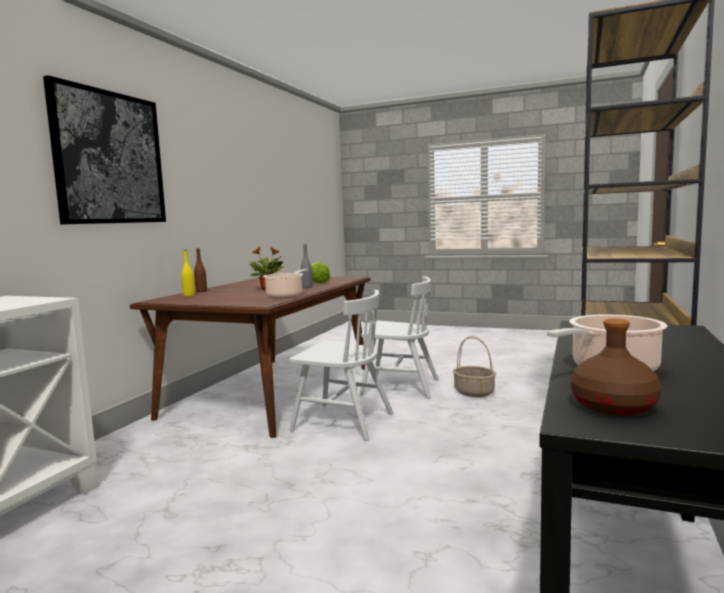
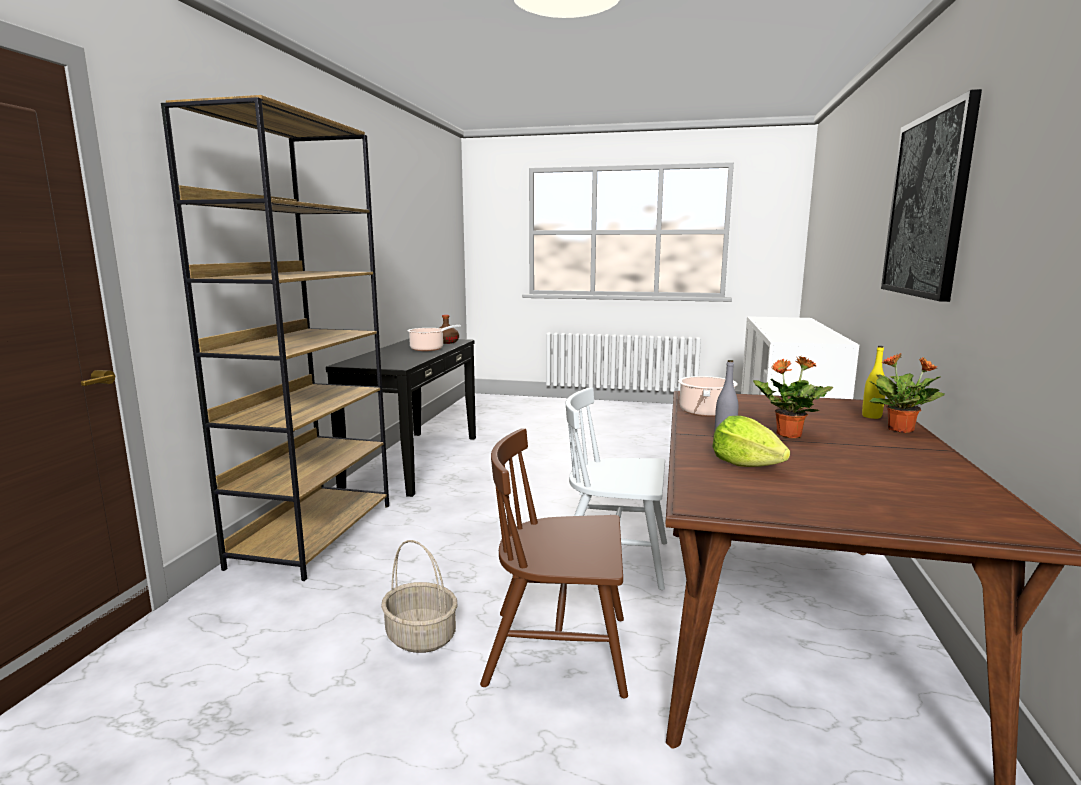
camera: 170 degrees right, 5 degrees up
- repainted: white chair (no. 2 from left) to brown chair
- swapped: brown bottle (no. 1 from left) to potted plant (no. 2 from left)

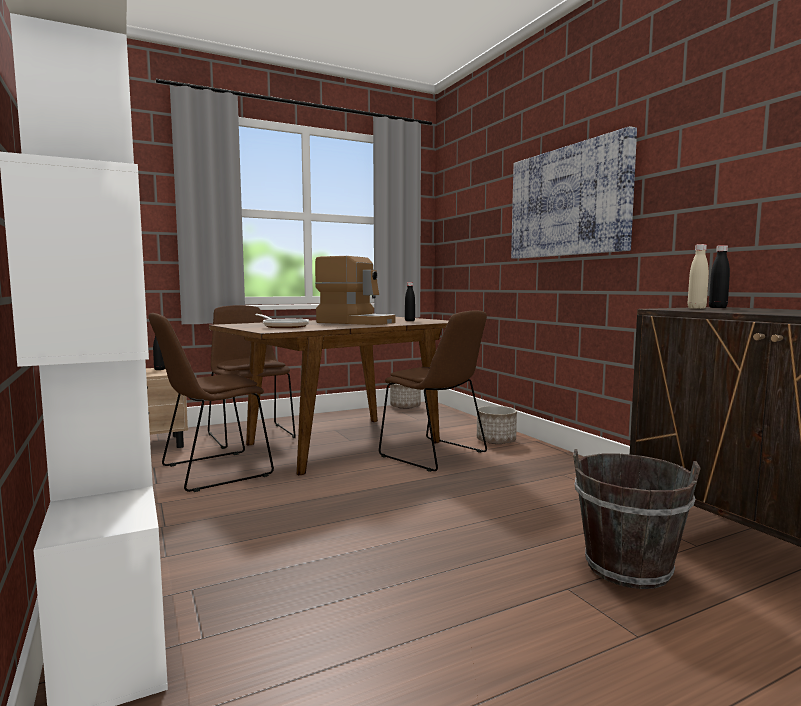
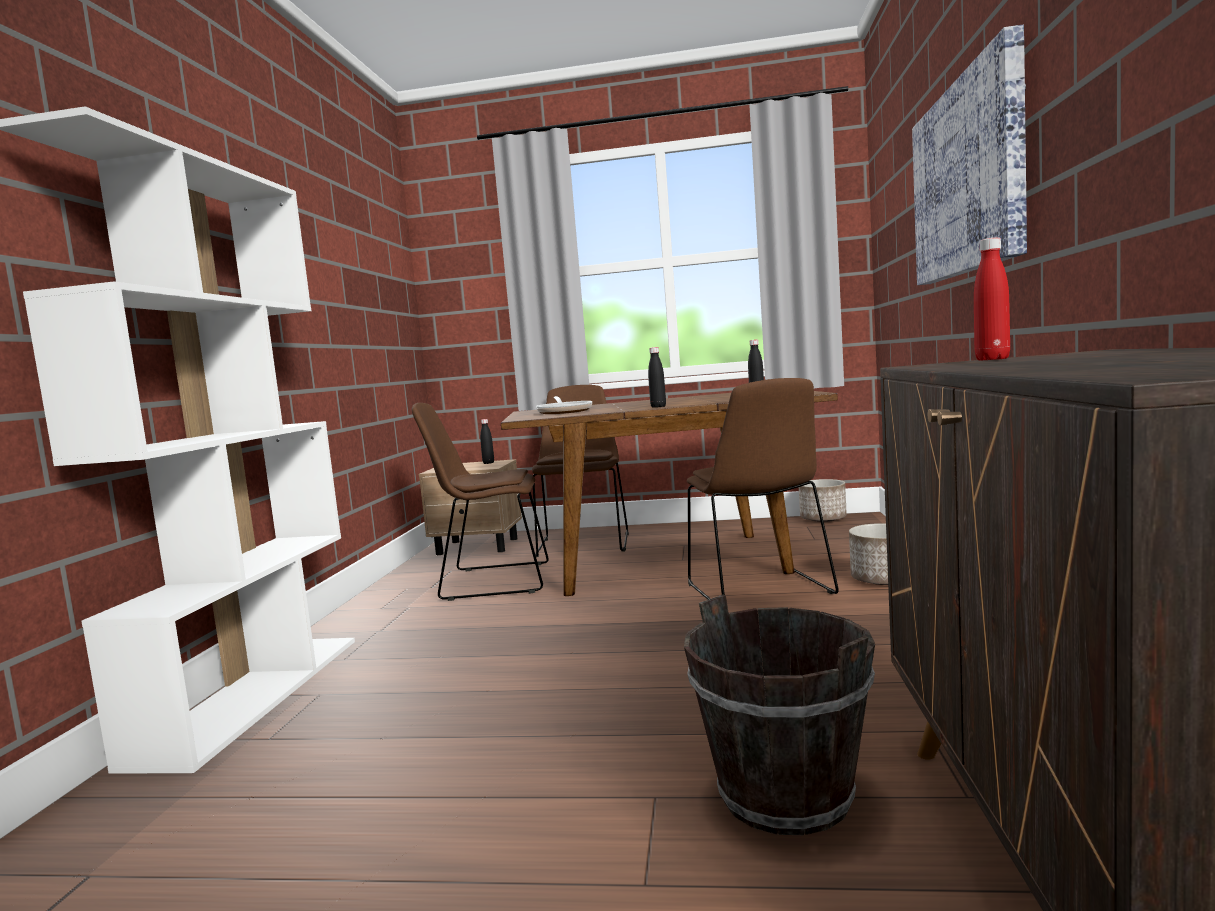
camera: 35 degrees right, 0 degrees up
- shifted: black bottle (no. 3 from left in the first image) to black bottle (no. 2 from left)
- repainted: beige bottle to red bottle
- gone: coffee machine

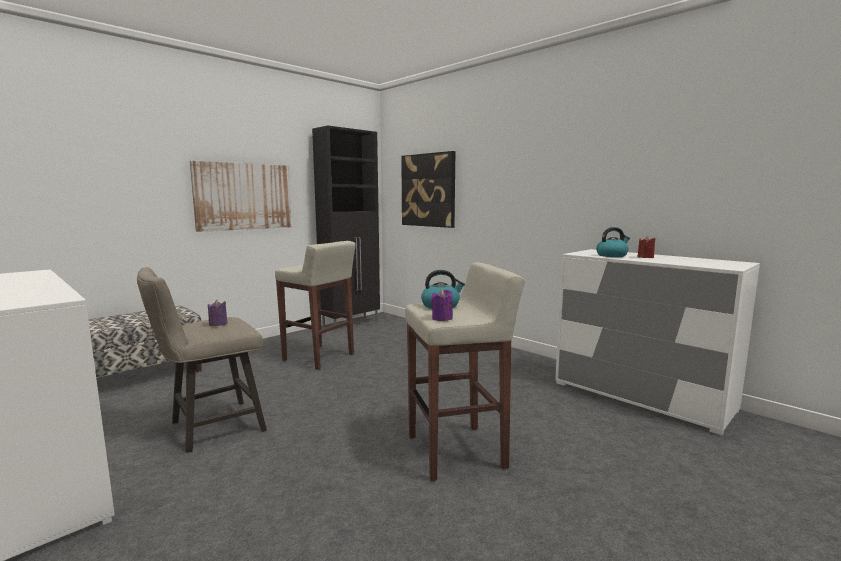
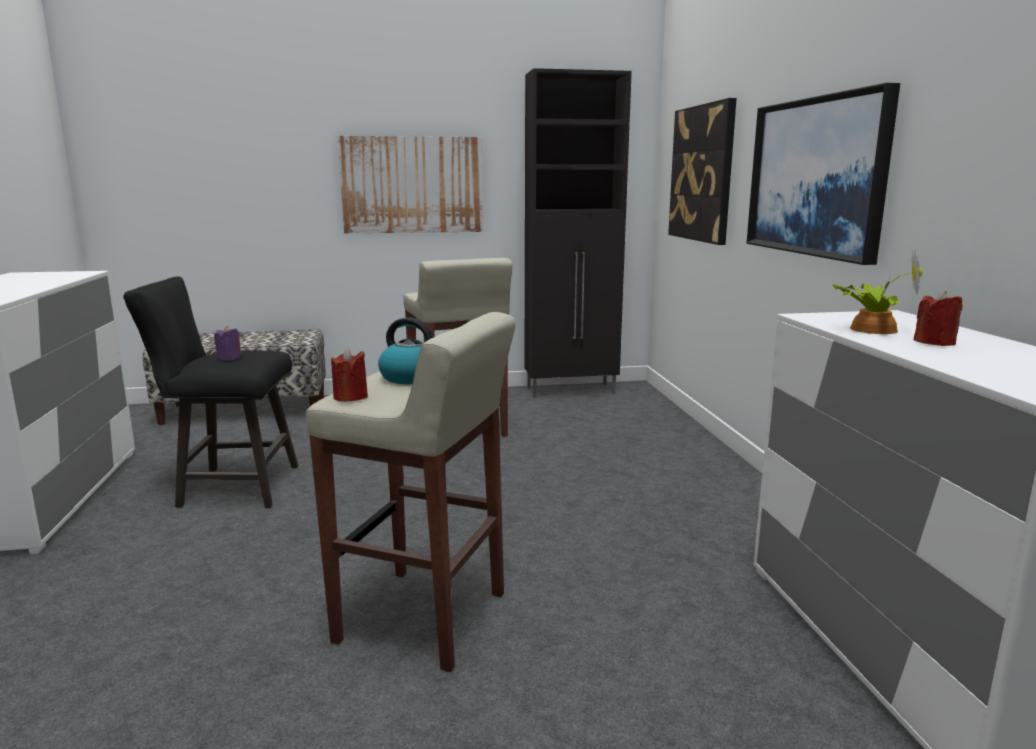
camera: 35 degrees right, 5 degrees up
- repainted: beige stool (no. 1 from left) to black stool
- repainted: purple candle (no. 2 from left) to red candle (no. 1 from left)
- new: picture (no. 3 from left)
- swapped: kettle (no. 2 from left) to potted plant

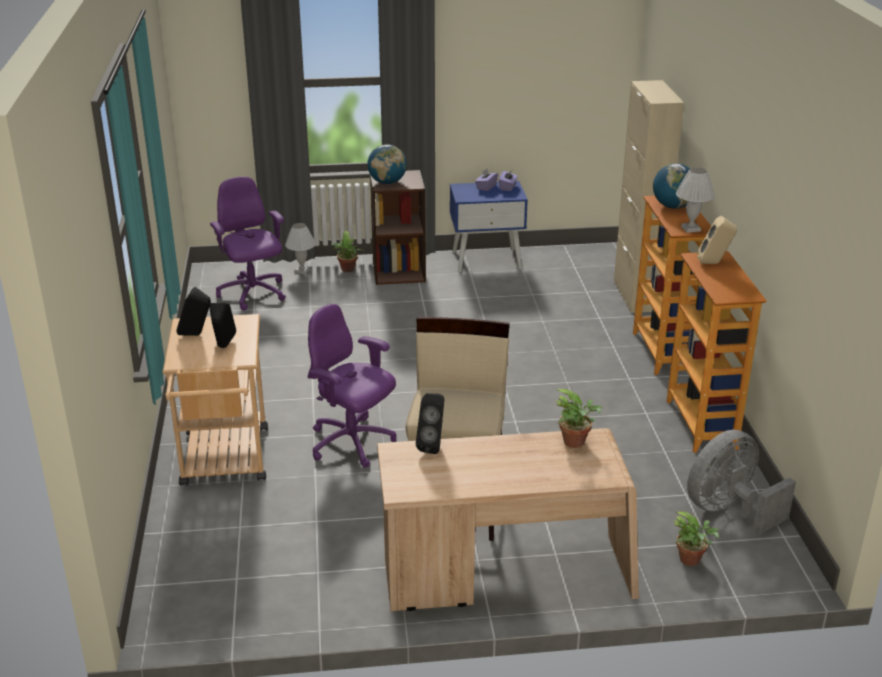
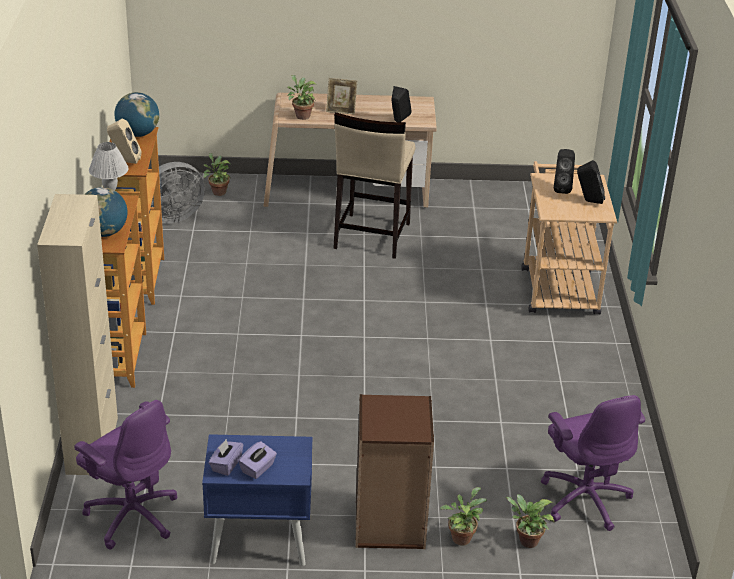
camera: 175 degrees left, 5 degrees up
- shifted: purple office chair (no. 2 from left in the first image) to purple office chair (no. 1 from left)
- shifted: globe (no. 1 from left in the first image) to globe (no. 2 from left)
- new: picture frame
- swapped: white table lamp (no. 1 from left) to potted plant (no. 4 from left)

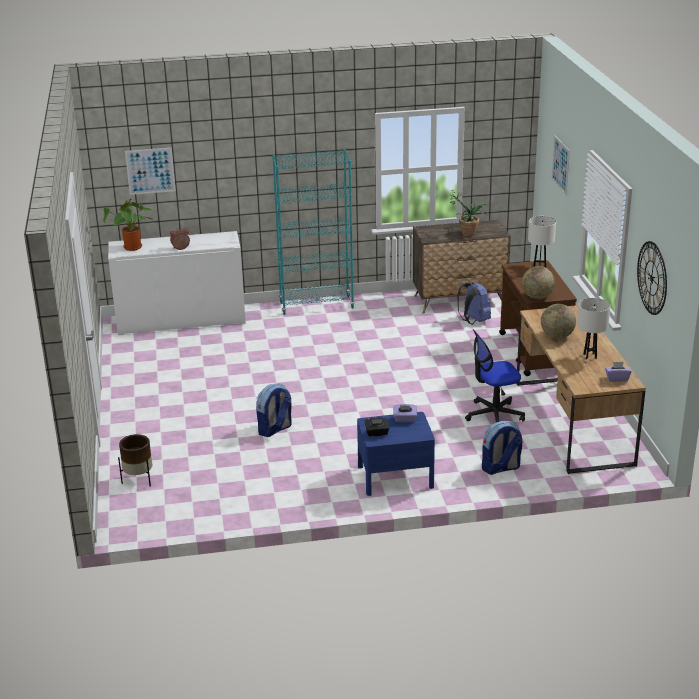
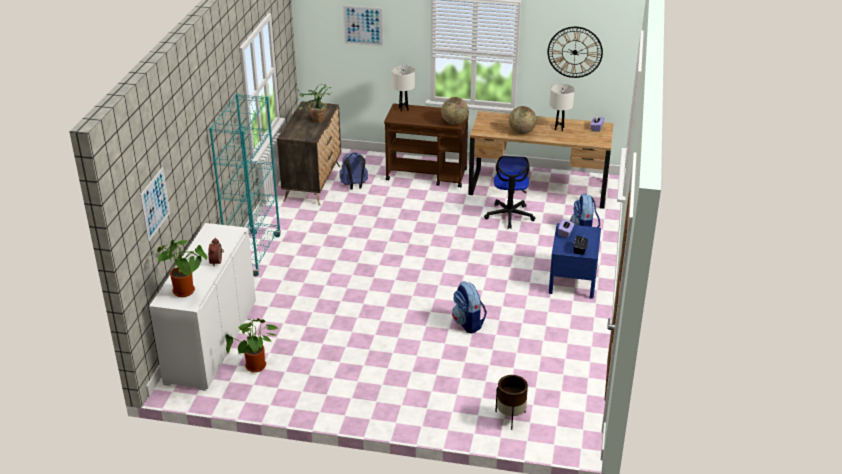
camera: 70 degrees left, 5 degrees up
- new: potted plant (no. 2 from left)

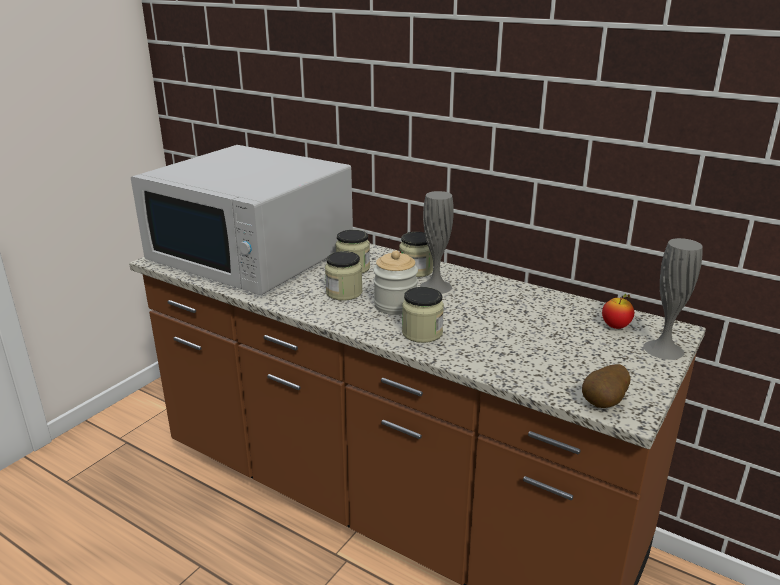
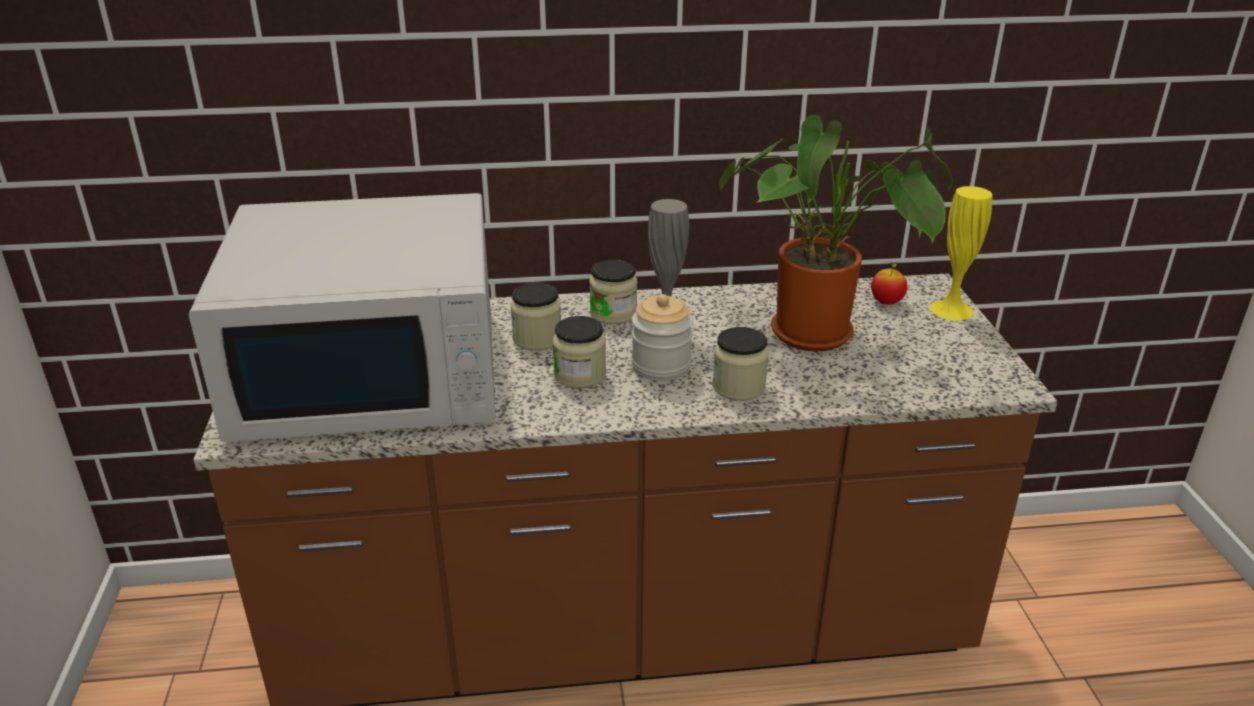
camera: 40 degrees left, 5 degrees up
- new: potted plant
- repainted: grey vase (no. 2 from left) to yellow vase
- gone: potato

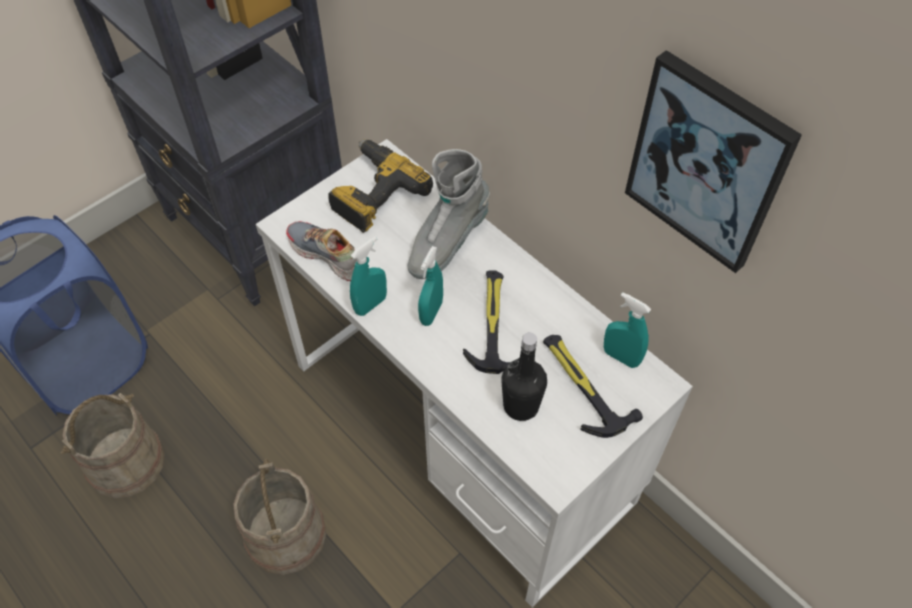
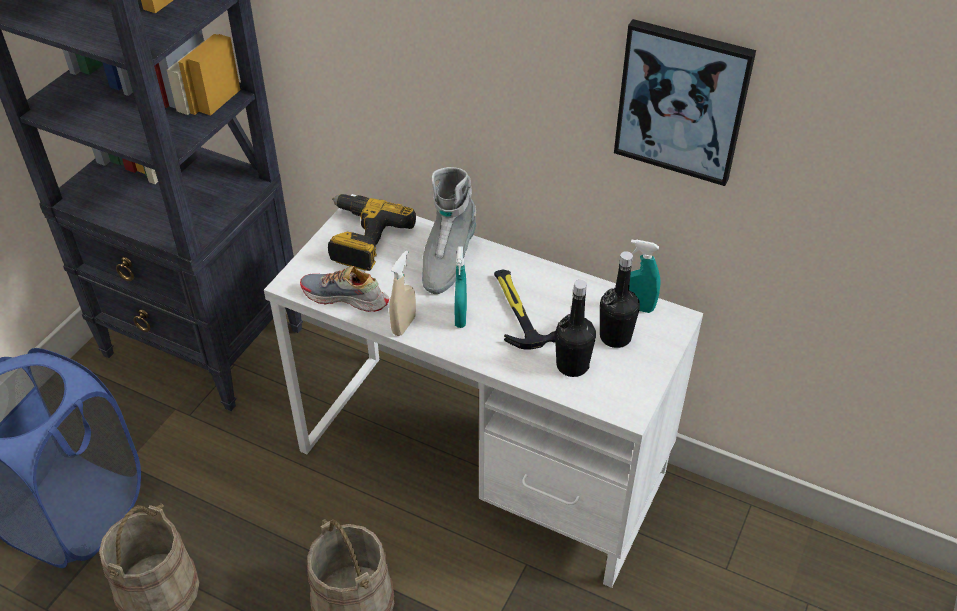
camera: 20 degrees left, 10 degrees down
- repainted: turquoise spray bottle (no. 1 from left) to beige spray bottle
- swapped: hammer (no. 2 from left) to black bottle (no. 2 from left)

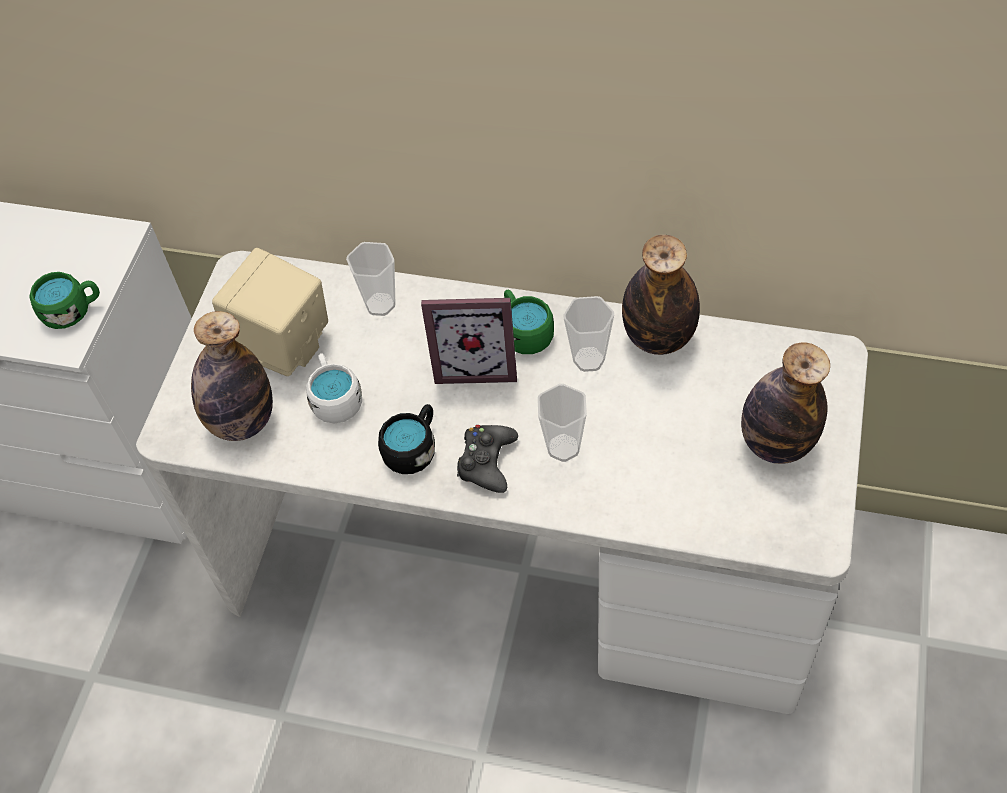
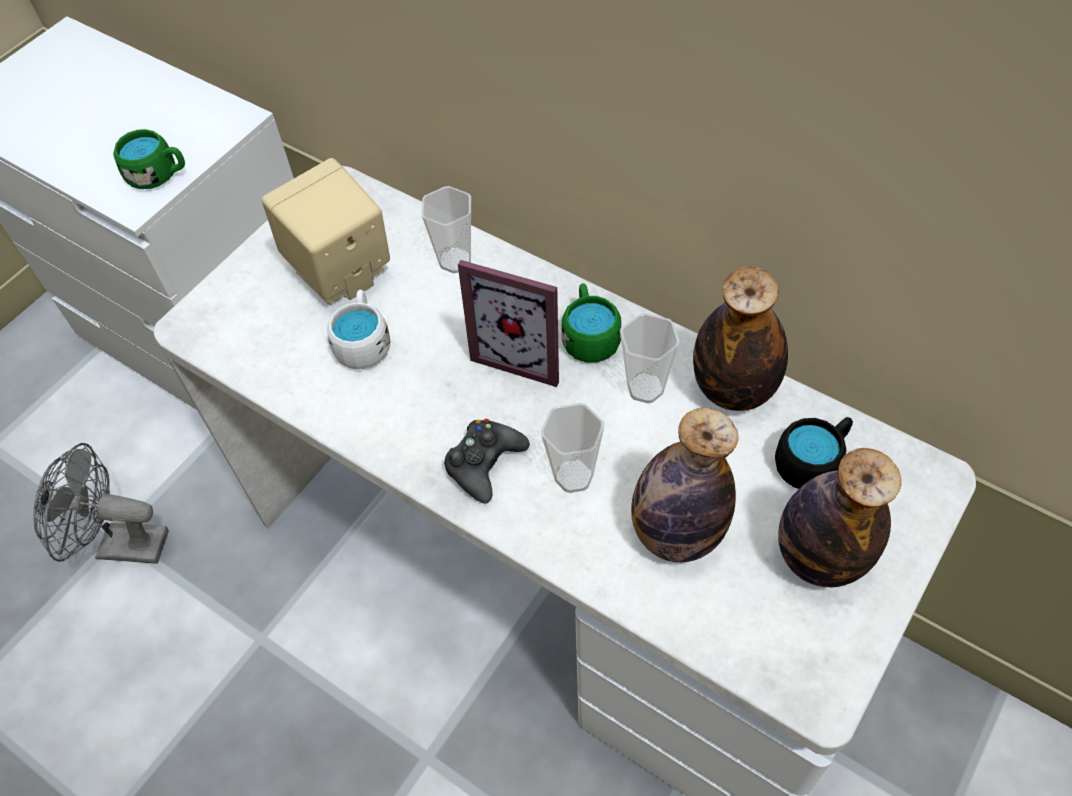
camera: 20 degrees right, 0 degrees up
- new: grey fan
- shifted: bottle (no. 1 from left)
- shifted: black mug

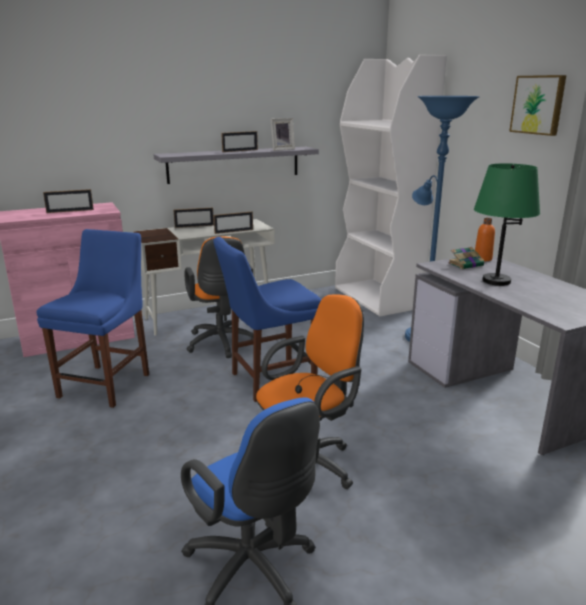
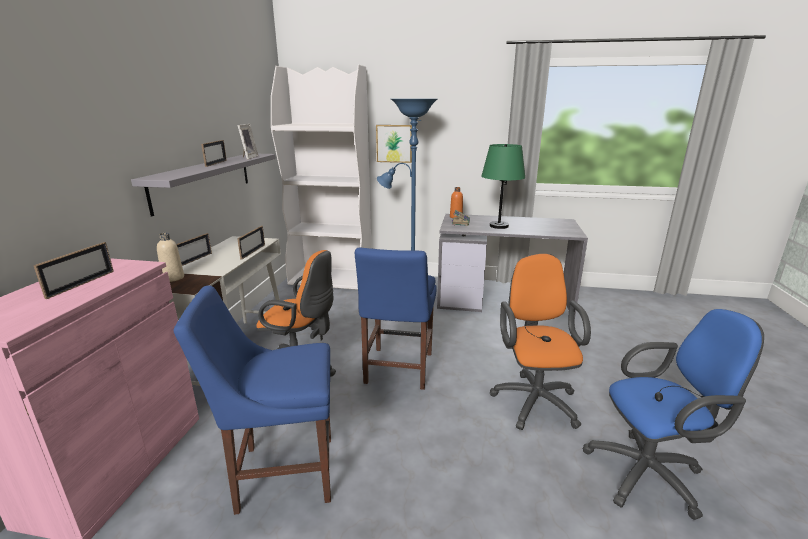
camera: 55 degrees left, 0 degrees up
- new: beige bottle
- rotated: blue chair (no. 1 from left) 60 degrees counterclockwise
- shifted: picture

